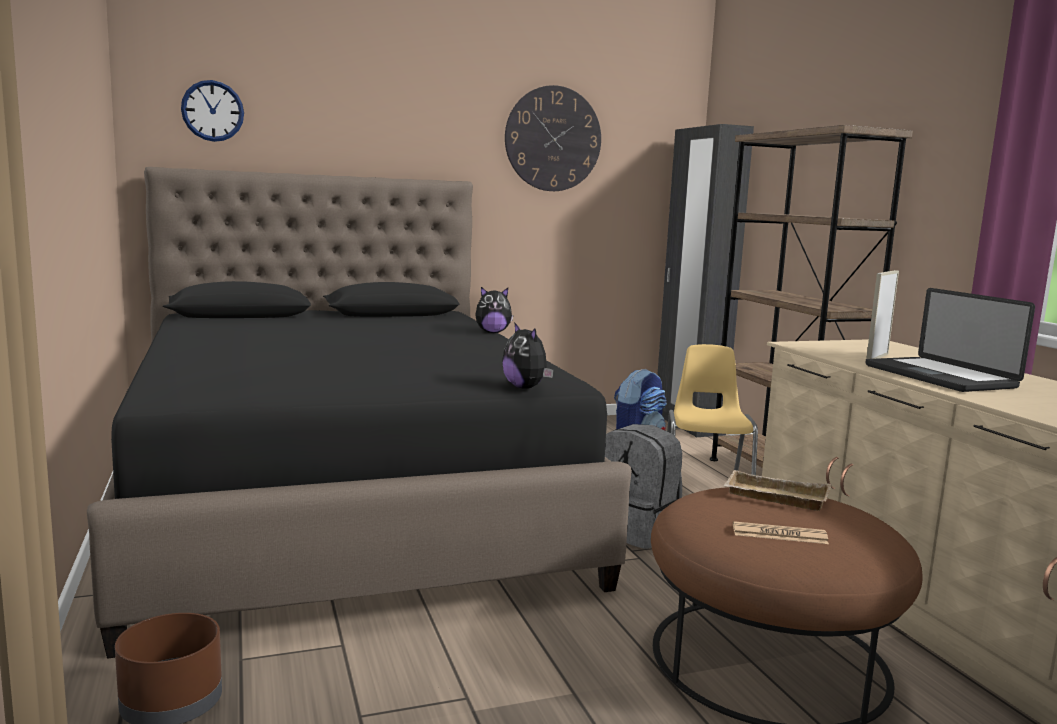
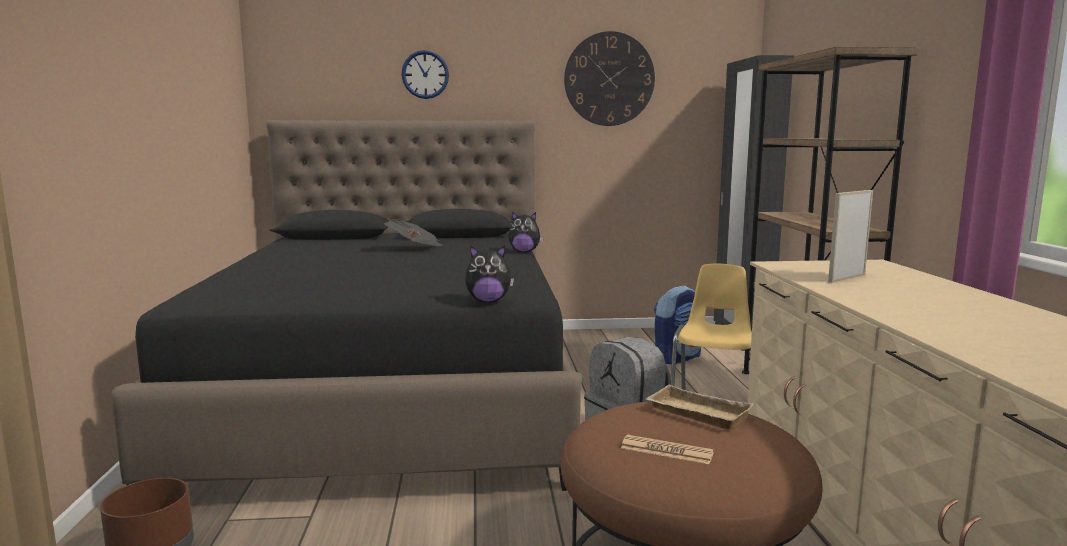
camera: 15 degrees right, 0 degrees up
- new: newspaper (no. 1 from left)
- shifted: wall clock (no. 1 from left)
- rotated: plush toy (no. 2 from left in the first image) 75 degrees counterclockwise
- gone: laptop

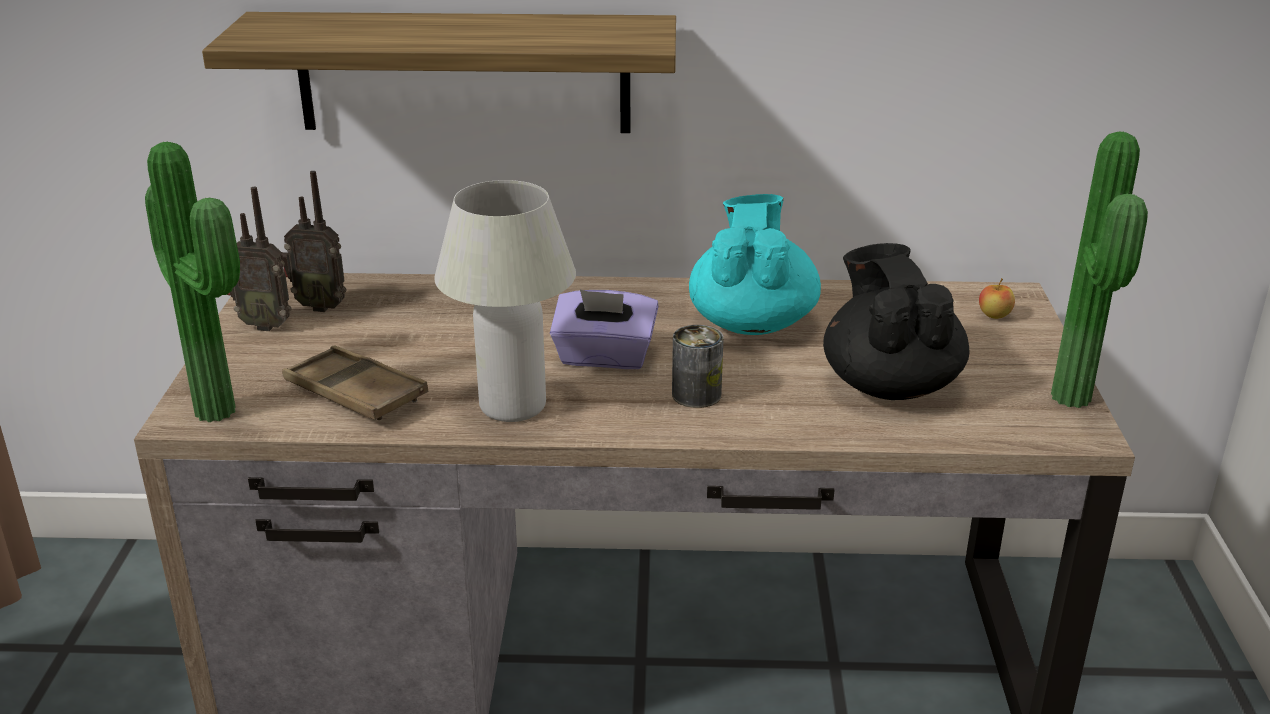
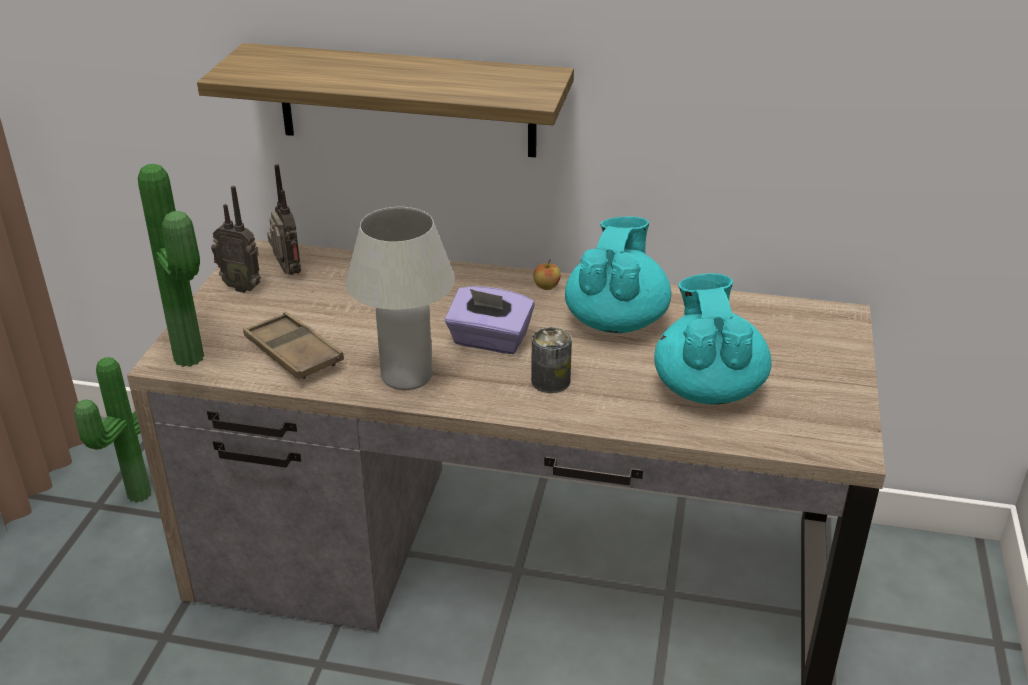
camera: 10 degrees right, 5 degrees up
- shifted: potted plant (no. 2 from left in the first image) to potted plant (no. 1 from left)
- rotated: radio (no. 2 from left) 135 degrees counterclockwise
- shifted: apple
- repainted: black teapot to turquoise teapot (no. 2 from left)

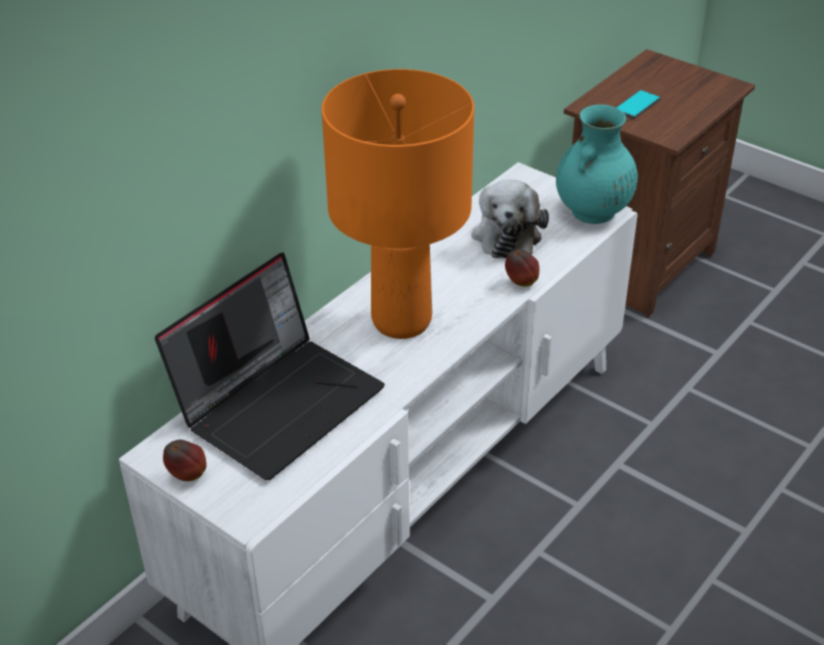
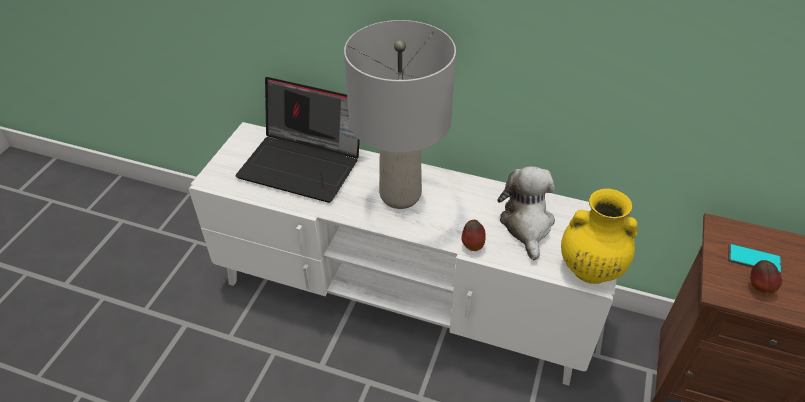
camera: 70 degrees right, 5 degrees up
- repainted: orange table lamp to grey table lamp
- rotated: plush toy 105 degrees clockwise
- repainted: turquoise vase to yellow vase
- shifted: apple (no. 1 from left in the first image) to apple (no. 2 from left)

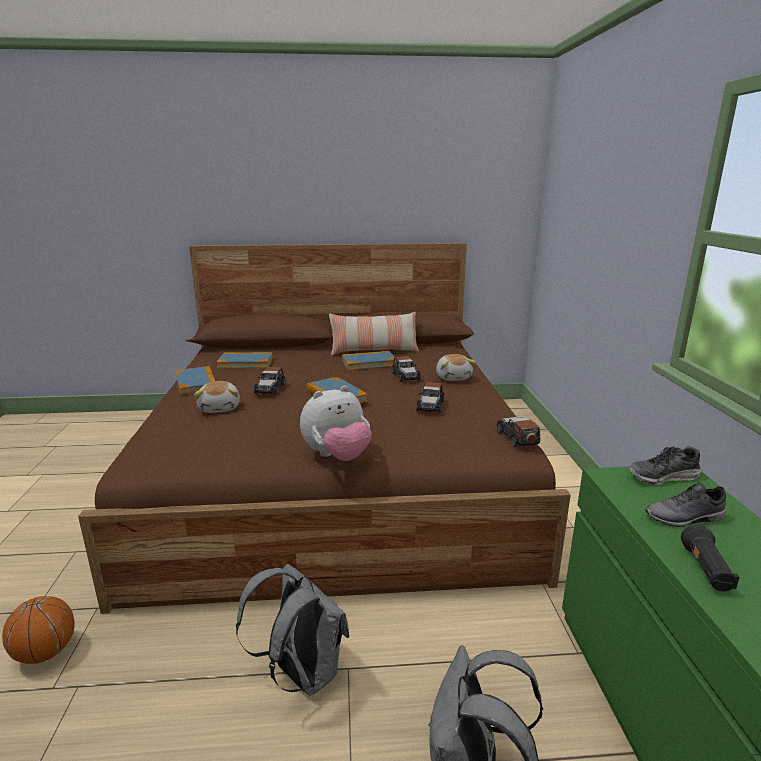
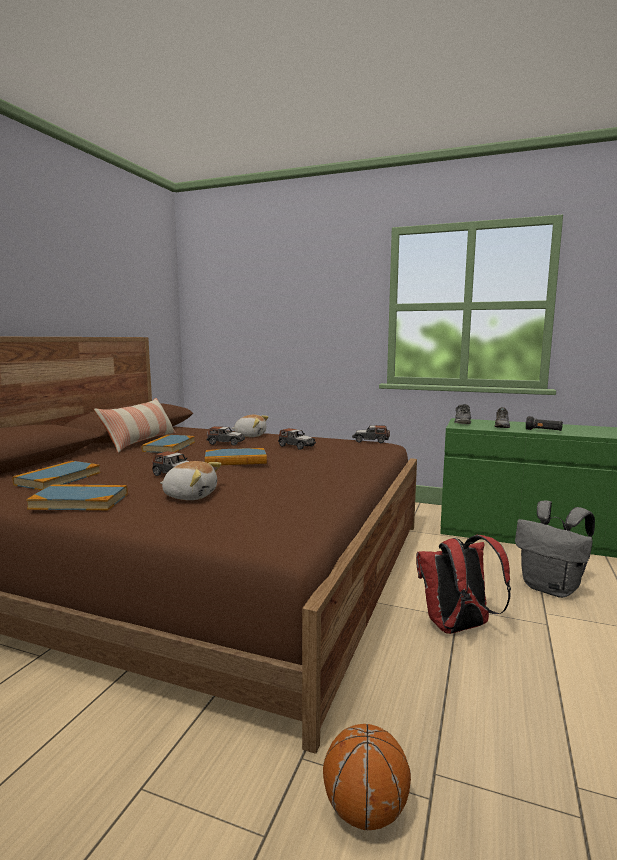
camera: 65 degrees left, 10 degrees down
- repainted: grey backpack (no. 1 from left) to red backpack
- gone: plush toy (no. 2 from left)

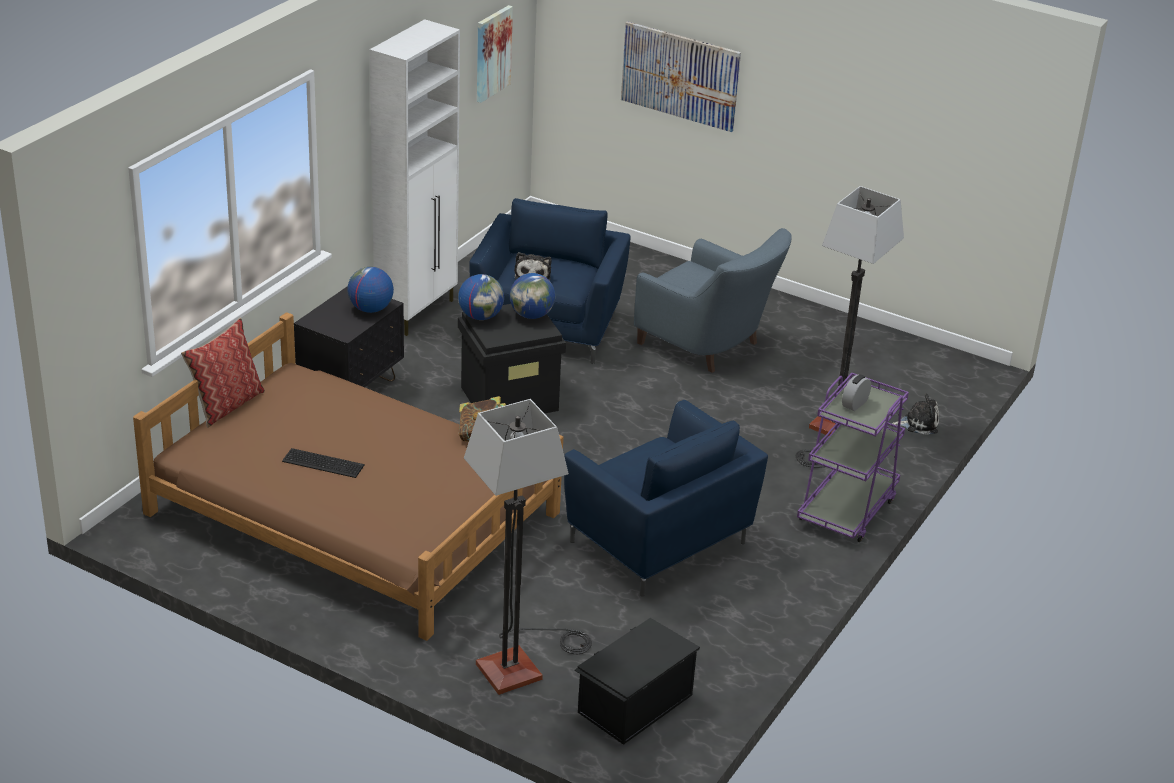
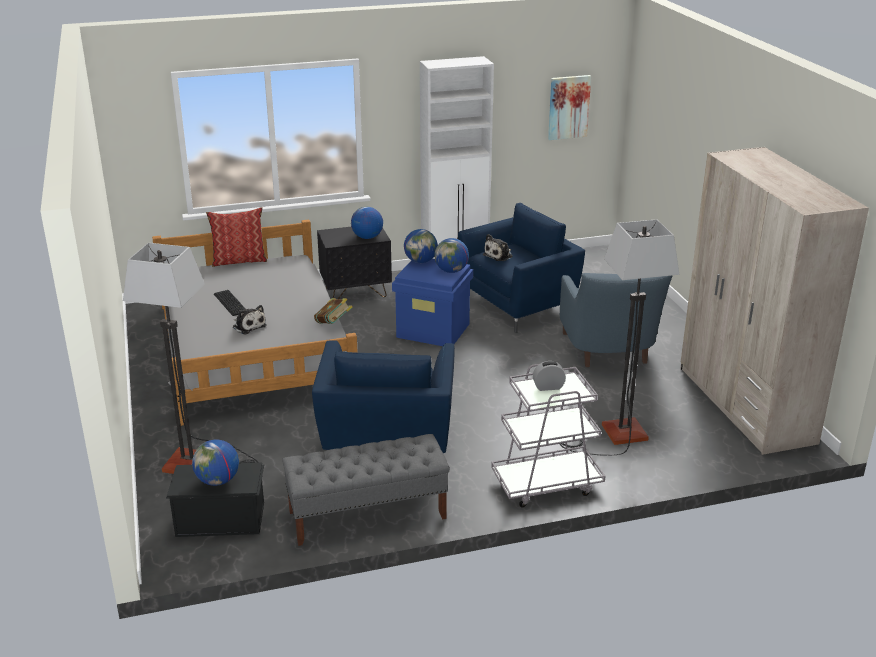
camera: 45 degrees right, 5 degrees down
- repainted: brown bed to grey bed
- new: globe (no. 1 from left)
- shifted: plush toy (no. 2 from left in the first image) to plush toy (no. 1 from left)
- new: grey bench
- repainted: black storage box (no. 1 from left) to blue storage box
- repainted: purple cart to grey cart
- new: beige wardrobe
- gone: picture (no. 2 from left)

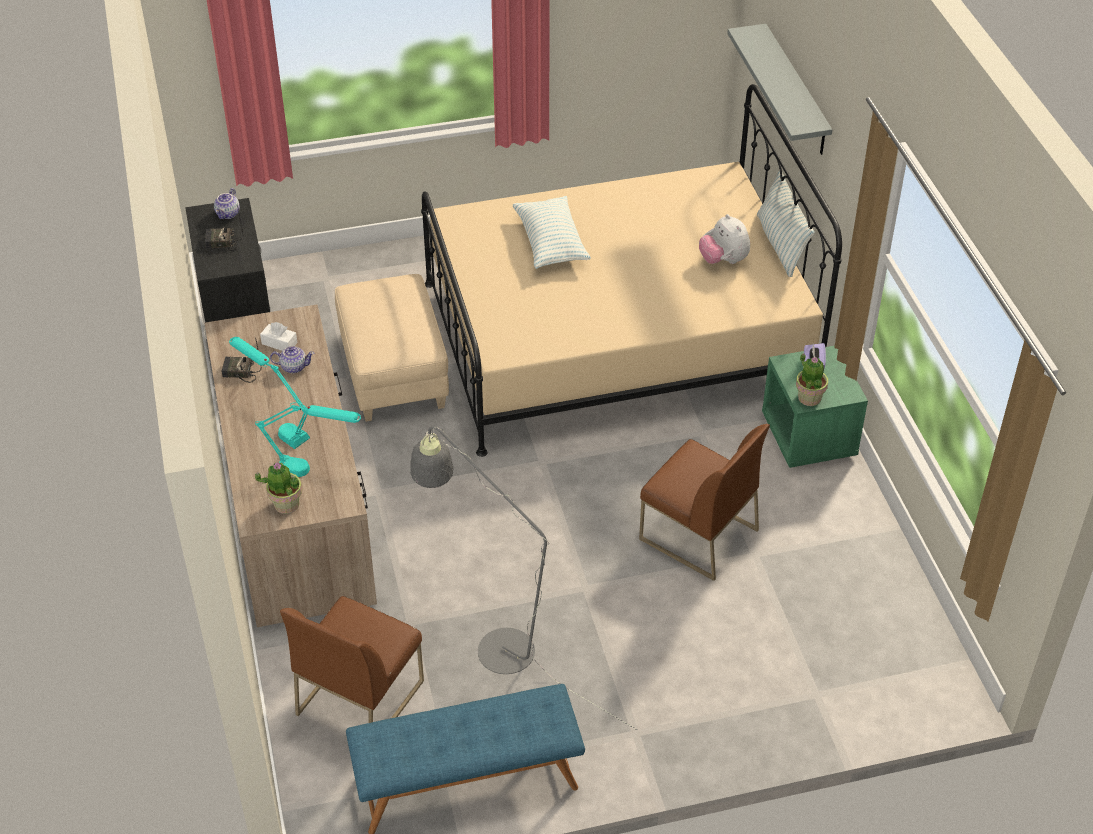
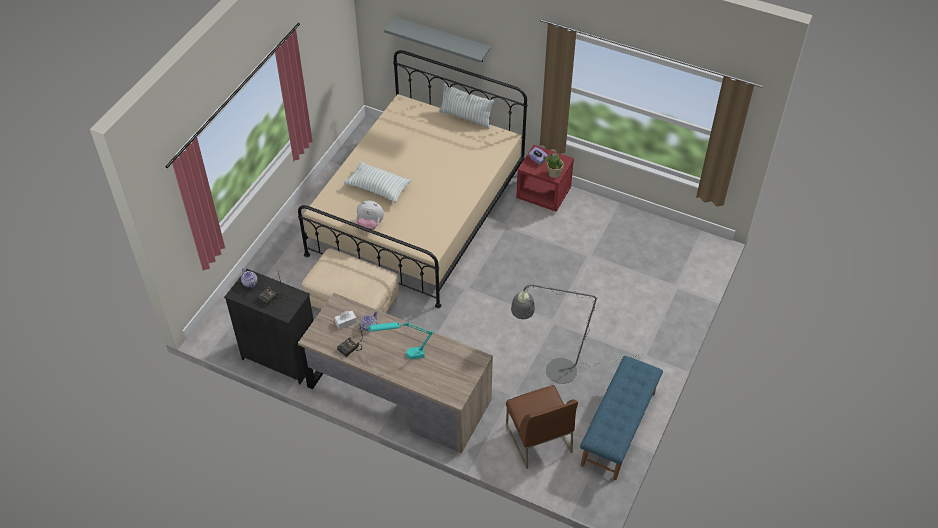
camera: 50 degrees left, 5 degrees up
- shifted: plush toy
- repainted: green nightstand to red nightstand
- gone: turquoise table lamp (no. 2 from left)
- gone: potted plant (no. 1 from left)
- gone: brown chair (no. 2 from left)

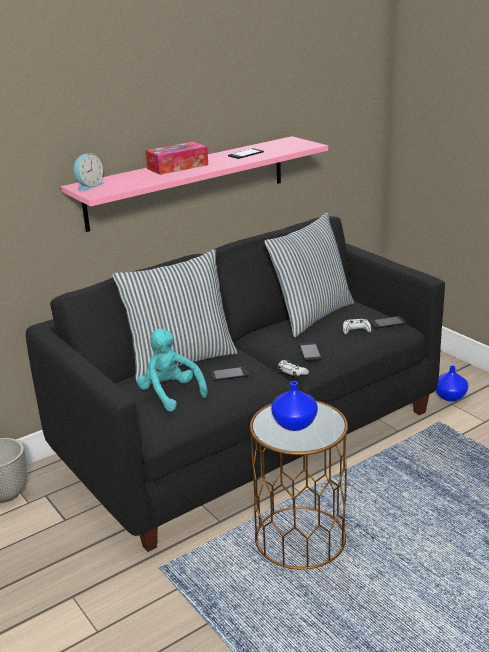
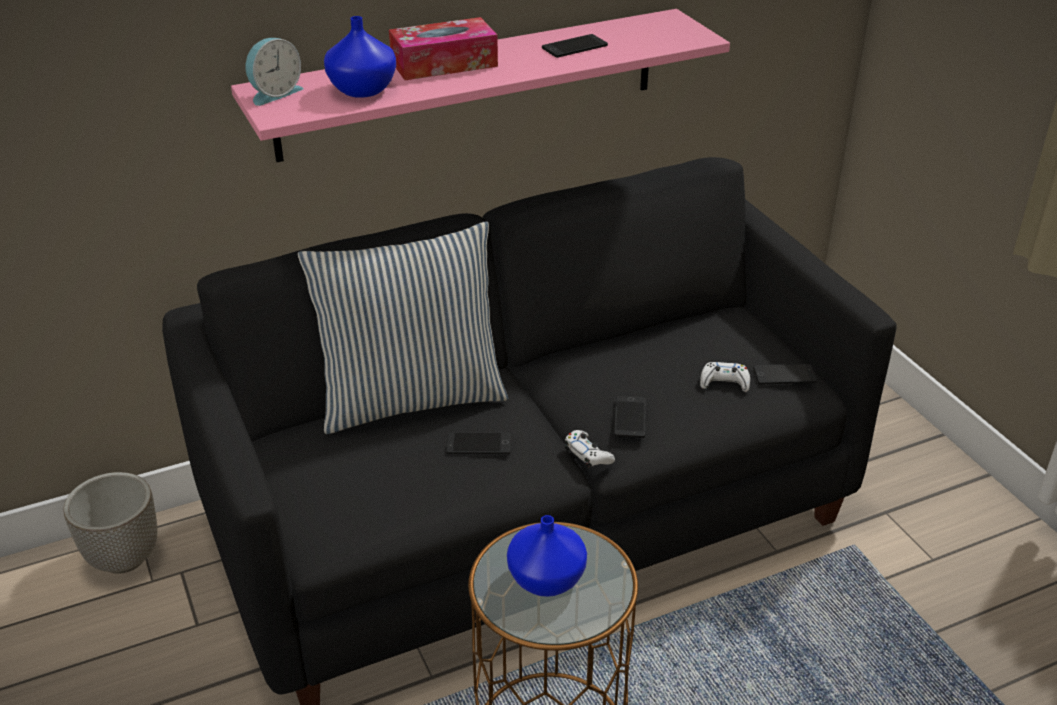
camera: 10 degrees right, 10 degrees up
- shifted: blue vase (no. 2 from left in the first image) to blue vase (no. 1 from left)
- gone: turquoise plush toy
- gone: pillow (no. 2 from left)

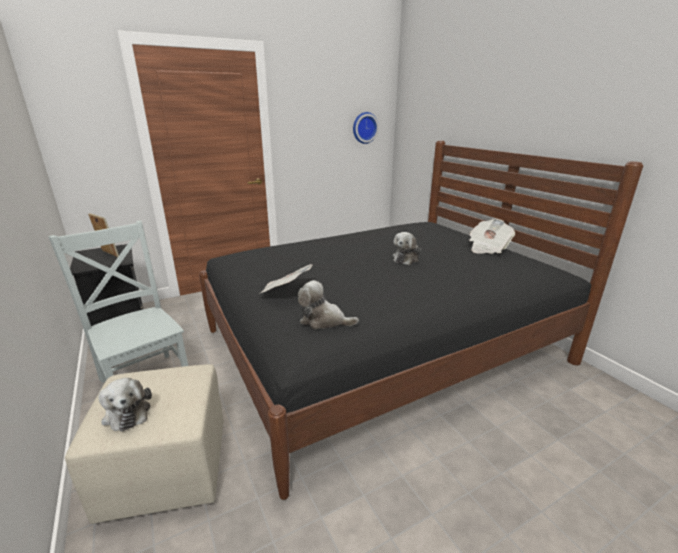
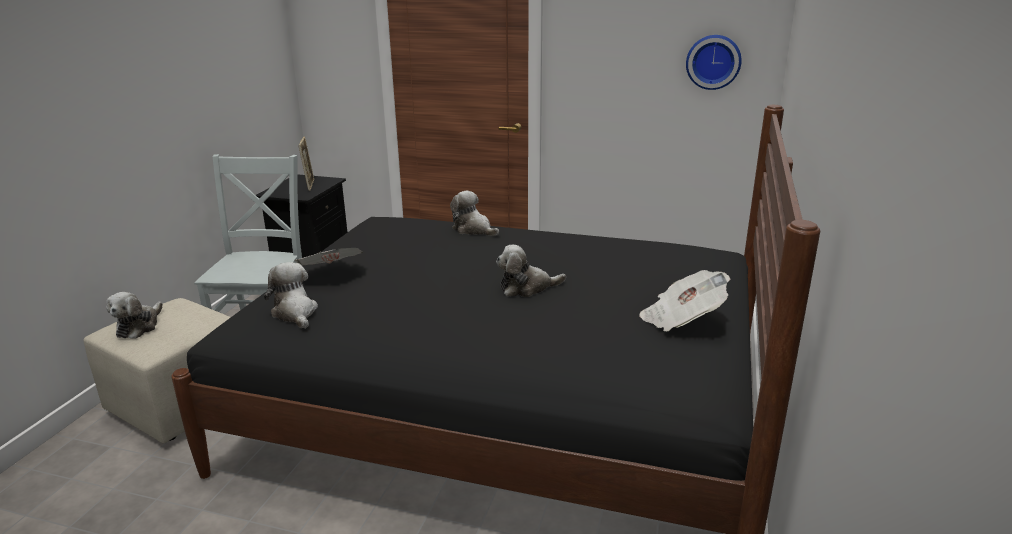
camera: 45 degrees right, 0 degrees up
- new: plush toy (no. 3 from left)

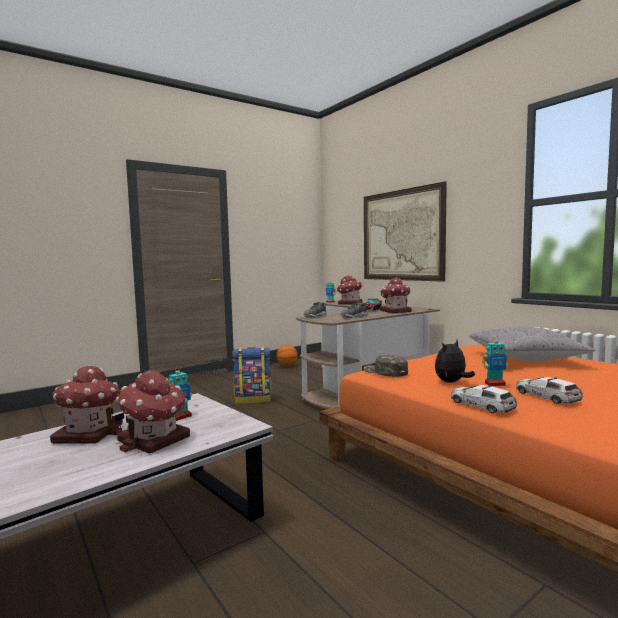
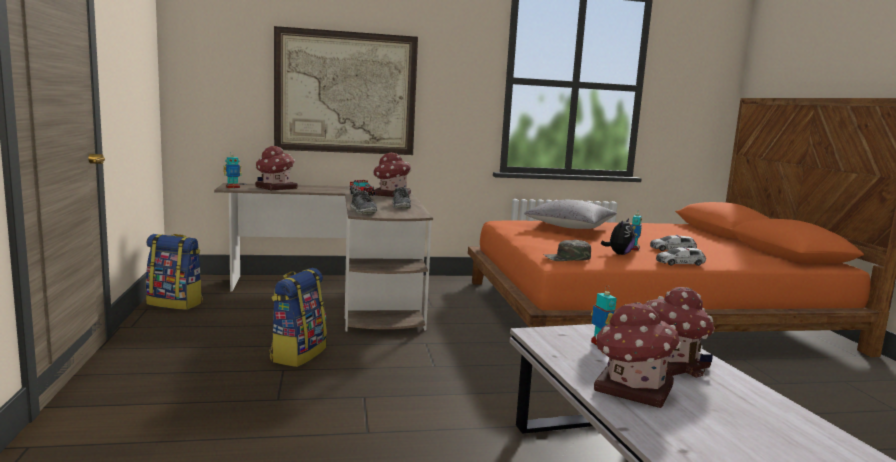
camera: 65 degrees left, 5 degrees up
- swapped: basketball to backpack (no. 1 from left)
- rotated: plush toy 135 degrees counterclockwise

